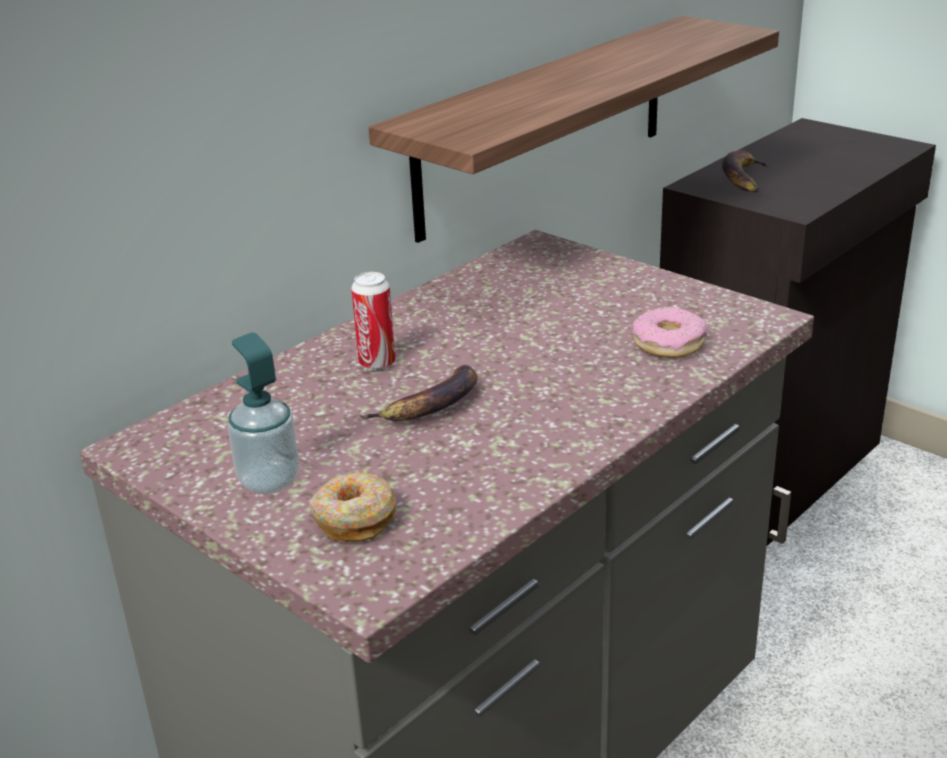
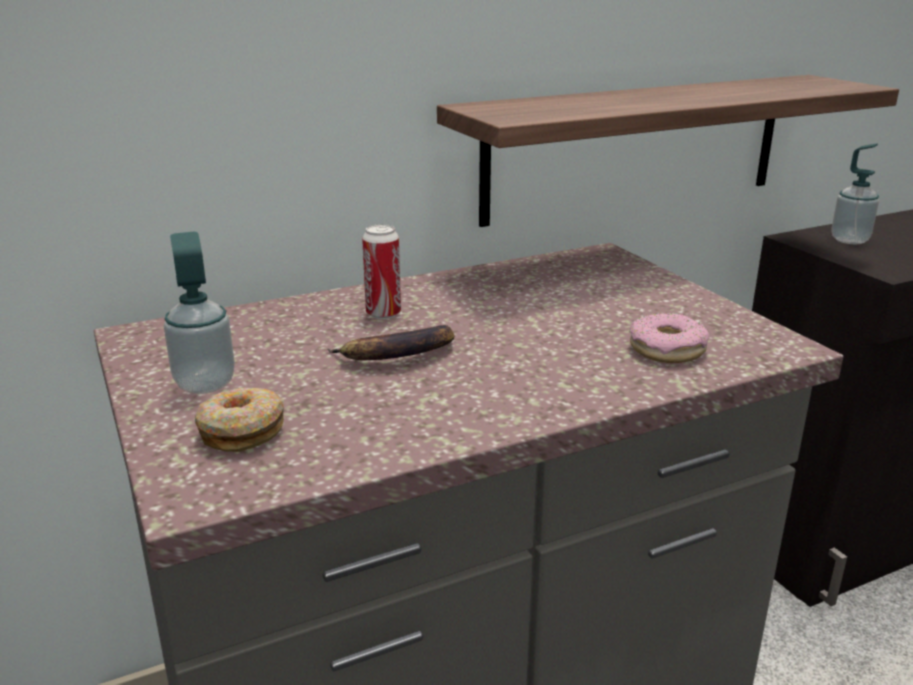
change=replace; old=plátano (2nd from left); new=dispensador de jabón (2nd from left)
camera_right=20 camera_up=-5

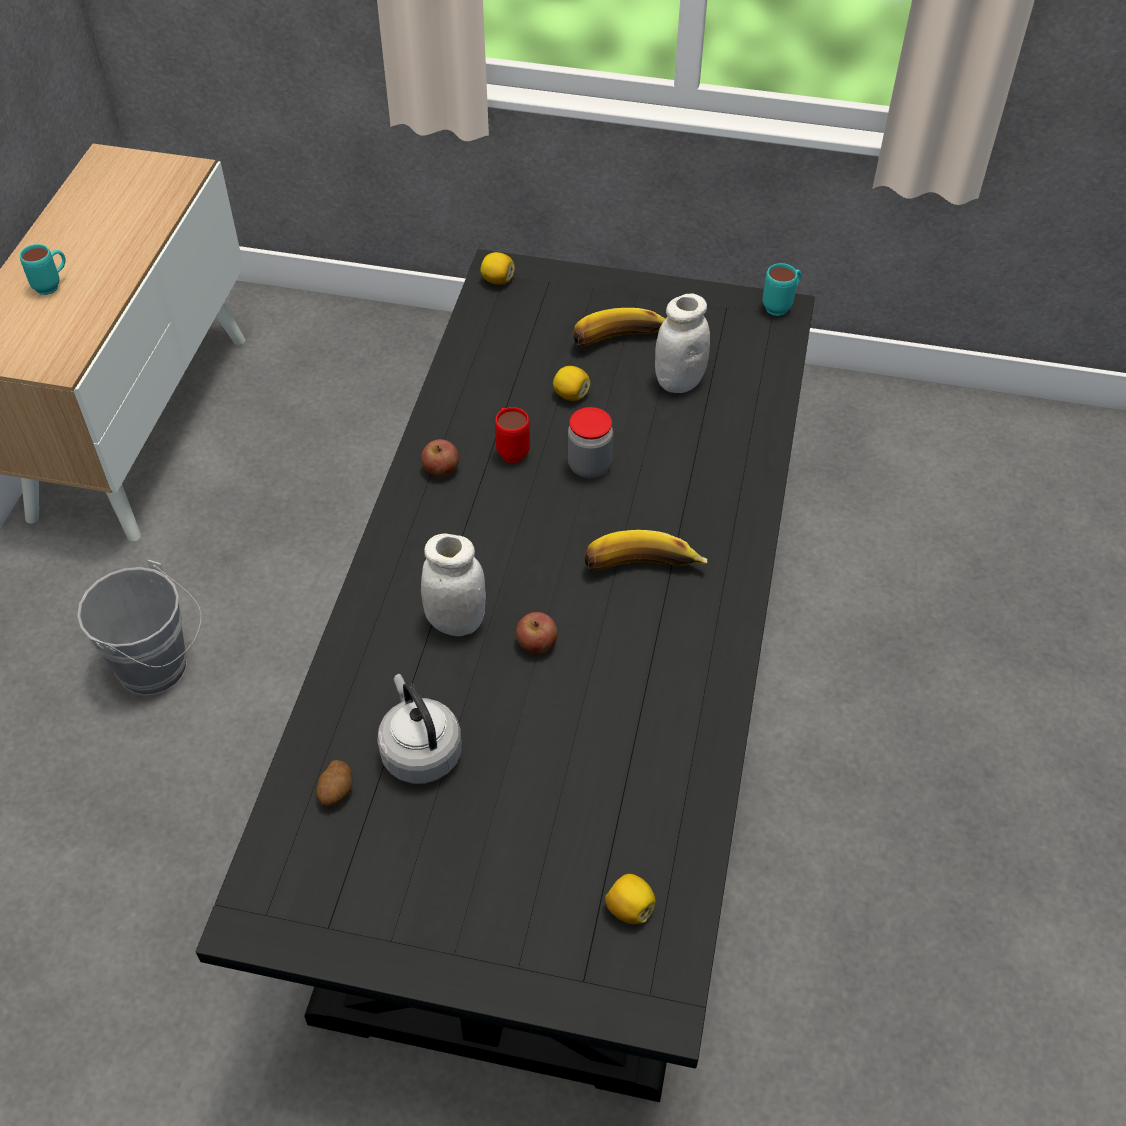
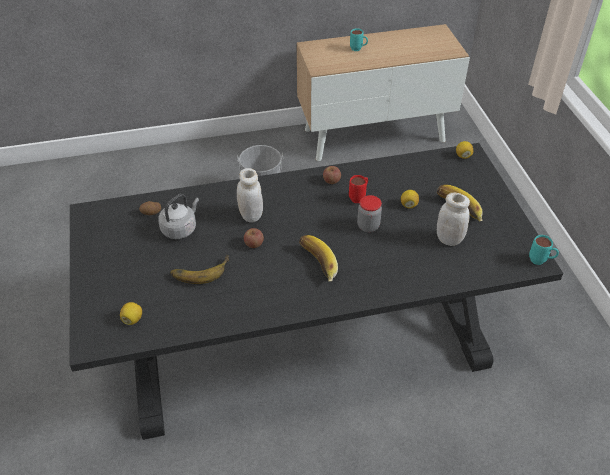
change=insert; new=plátano (1st from left)
camera_right=65 camera_up=-5

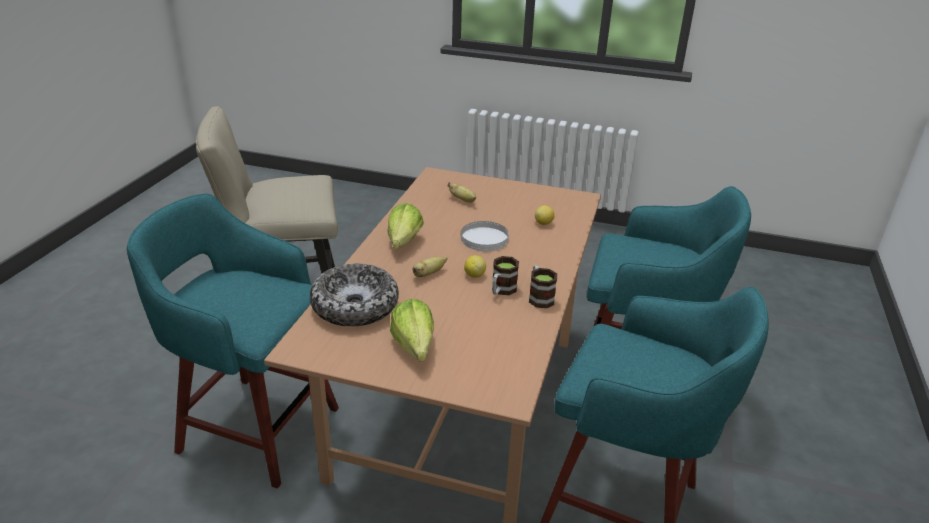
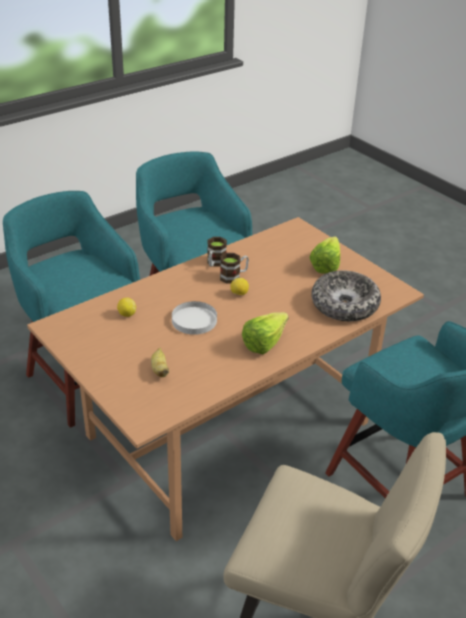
change=delete; old=plátano (1st from left)
camera_right=-145 camera_up=5

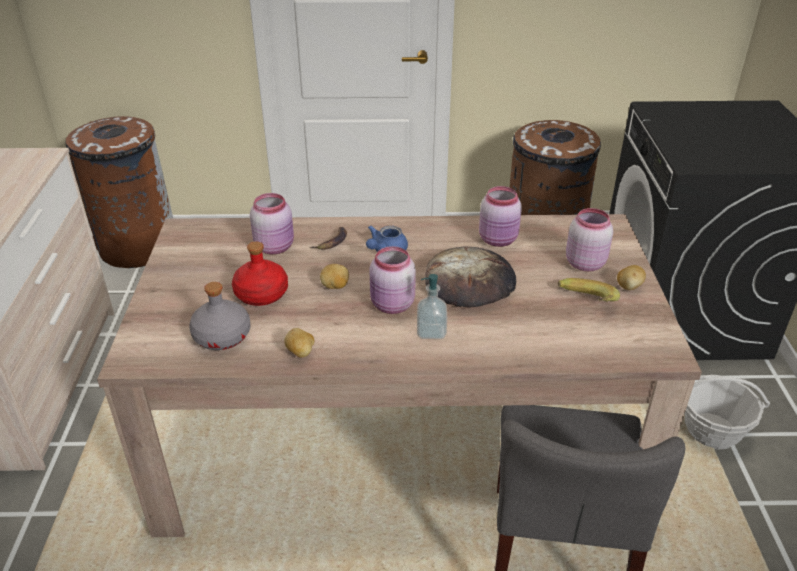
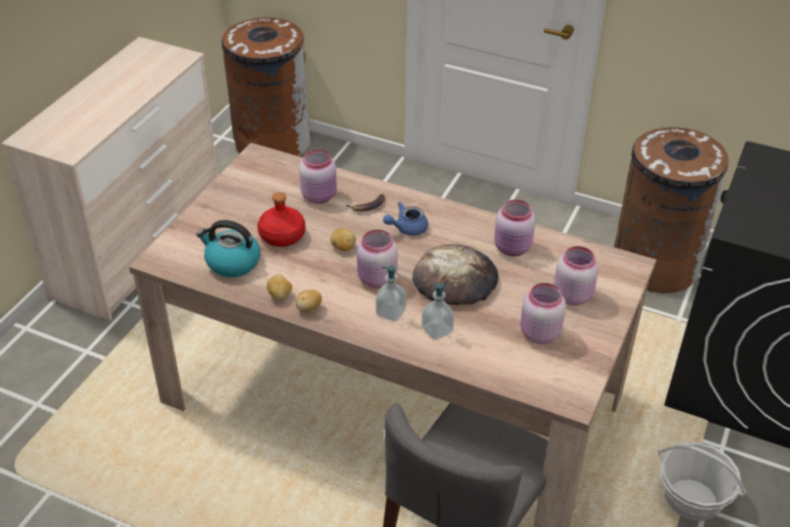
change=replace; old=botella/gris; new=hervidor
change=replace; old=plátano (2nd from left); new=tarro/rosa (4th from left)
change=move; old=patata (3rd from left in the first image); new=patata (2nd from left)
change=insert; new=dispensador de jabón (2nd from left)
camera_right=25 camera_up=5

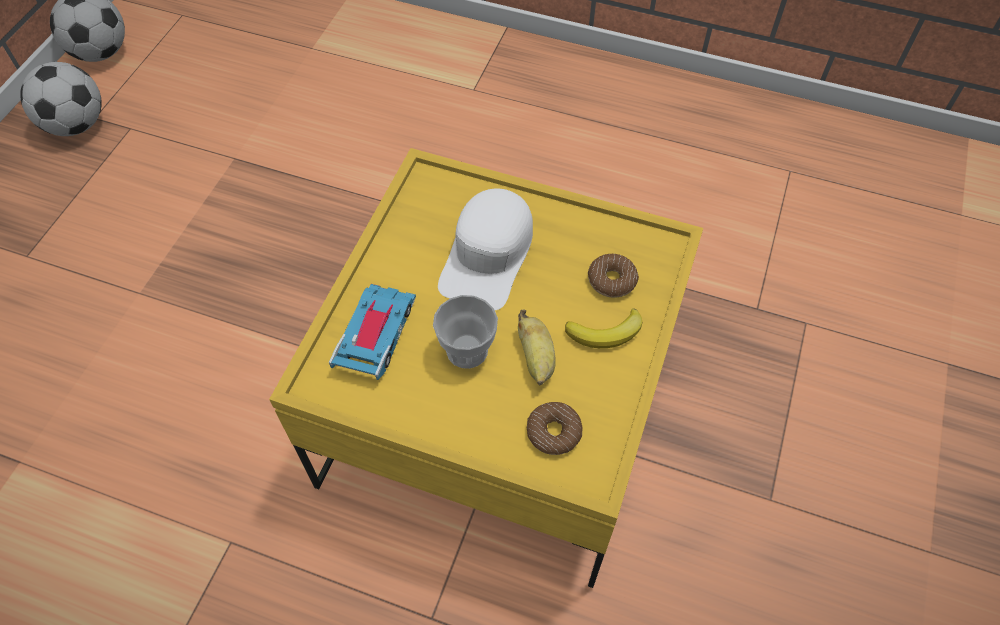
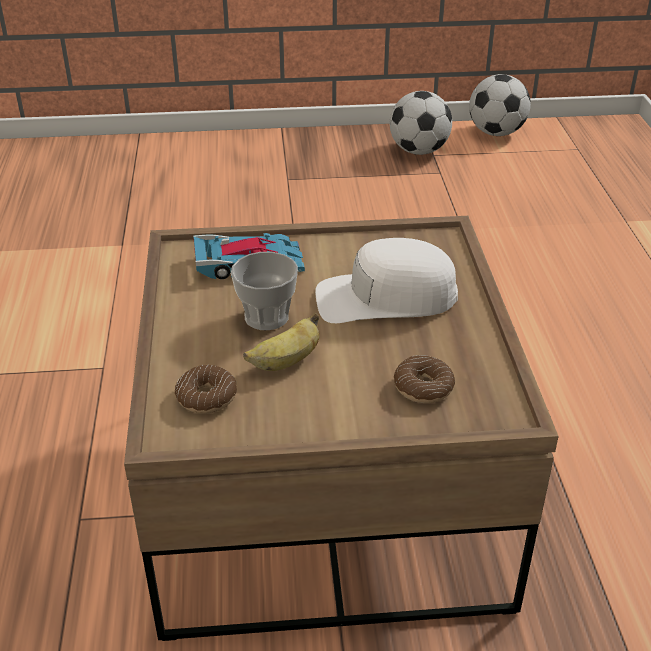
change=recolor; old=mesa de centro/amarillo; new=mesa de centro/marrón
change=delete; old=plátano (2nd from left)
camera_right=65 camera_up=-20

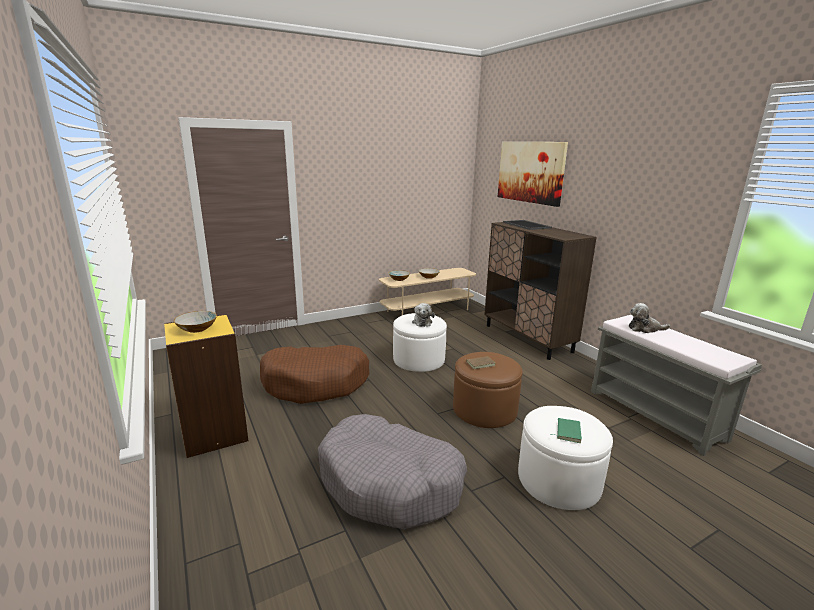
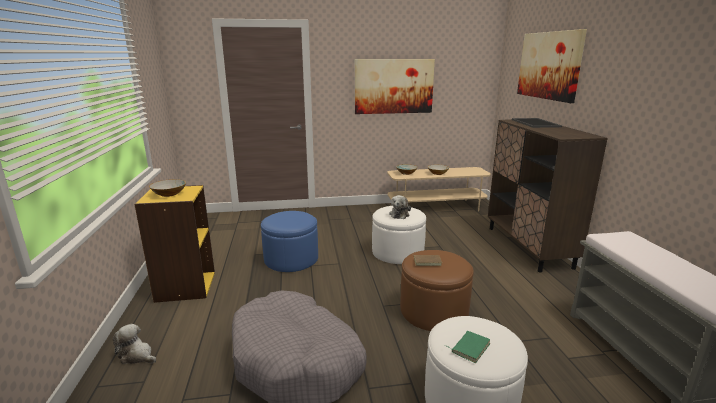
change=replace; old=cama para perro/marrón; new=puf/azul
change=move; old=peluche (2nd from left in the first image); new=peluche (1st from left)
change=insert; new=cuadro (1st from left)
camera_right=20 camera_up=0

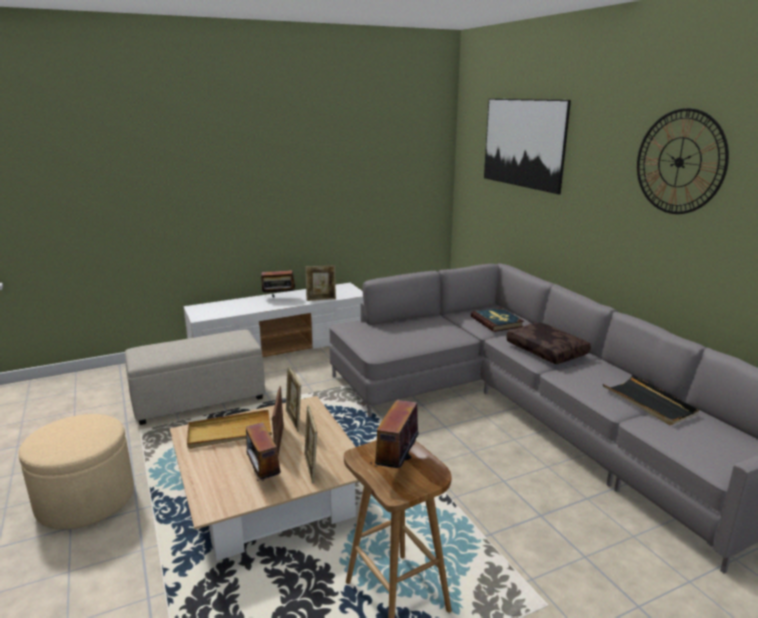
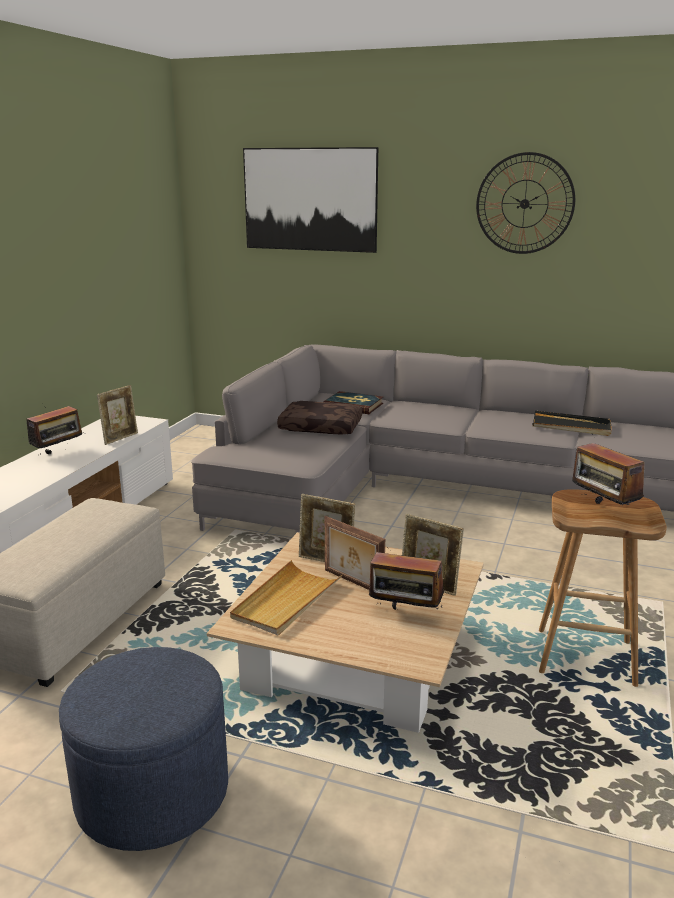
change=recolor; old=puf/beis (1st from left); new=puf/azul
change=move; old=cojín/marrón
camera_right=-45 camera_up=0

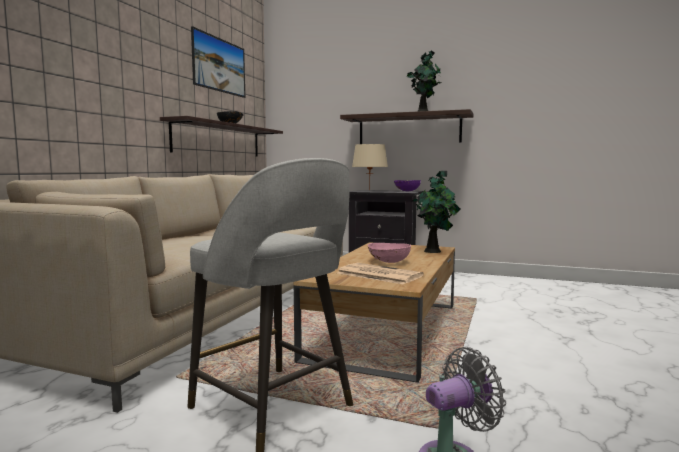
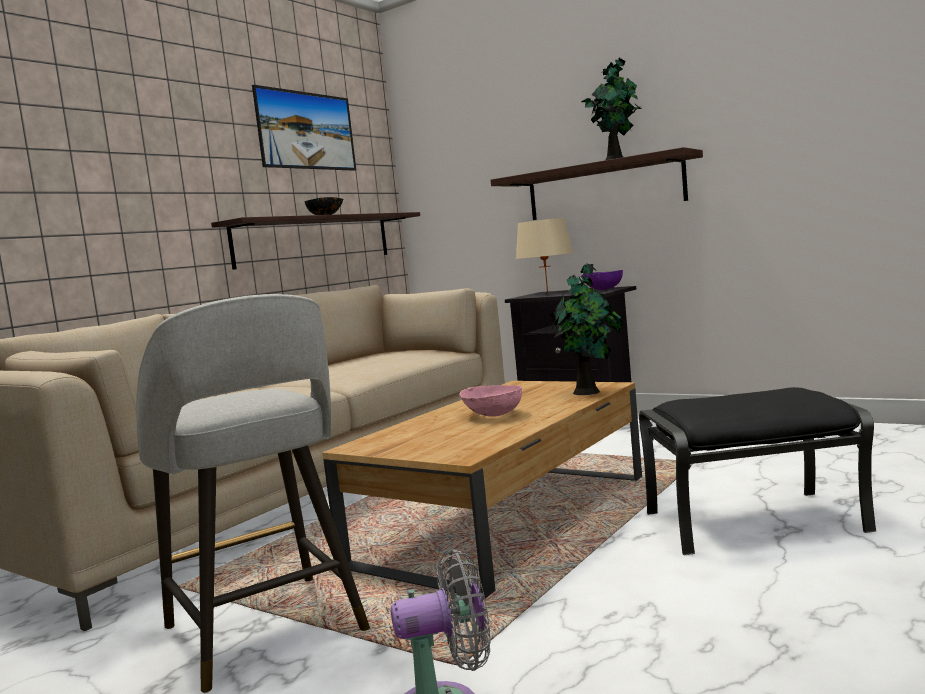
change=delete; old=periódico
change=insert; new=puf/negro
camera_right=15 camera_up=0

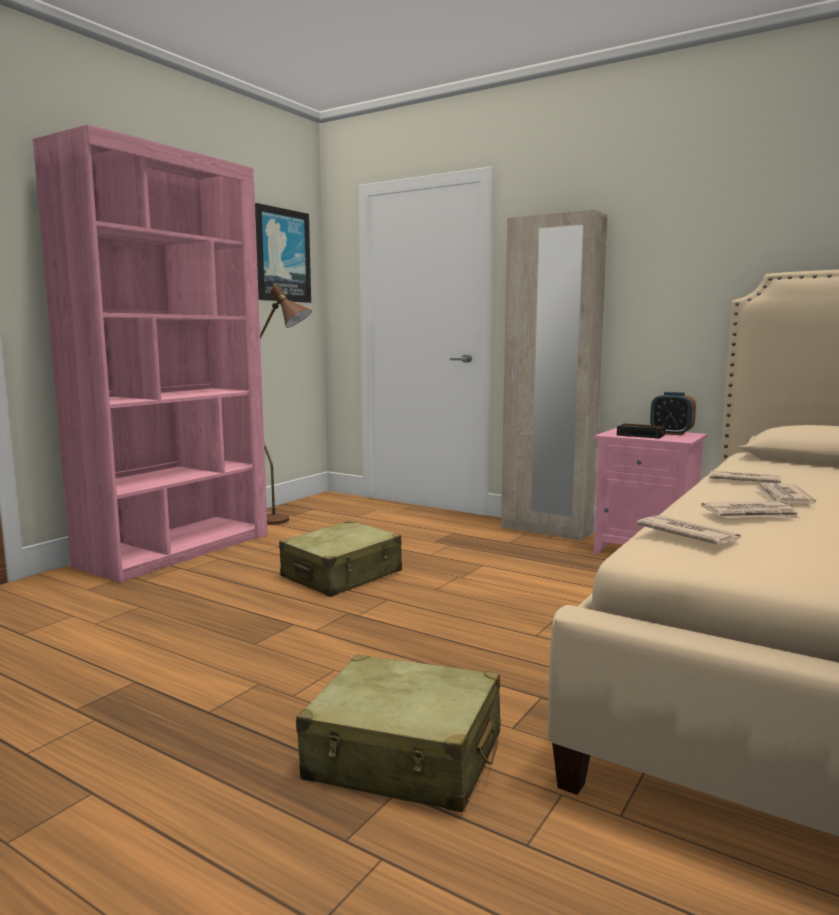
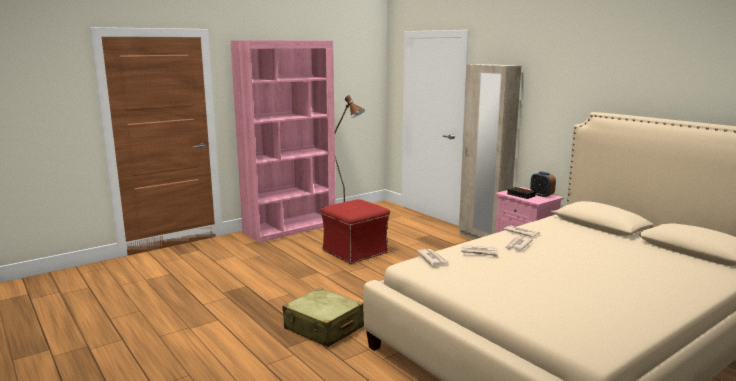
change=delete; old=cuadro
change=replace; old=maleta/beis (1st from left); new=puf/rojo
camera_right=20 camera_up=5

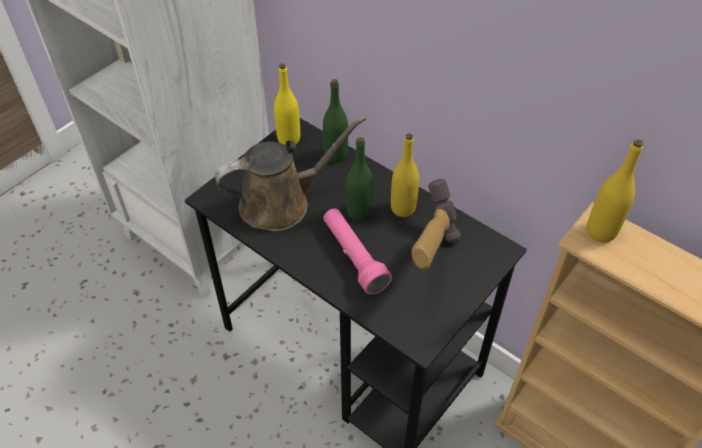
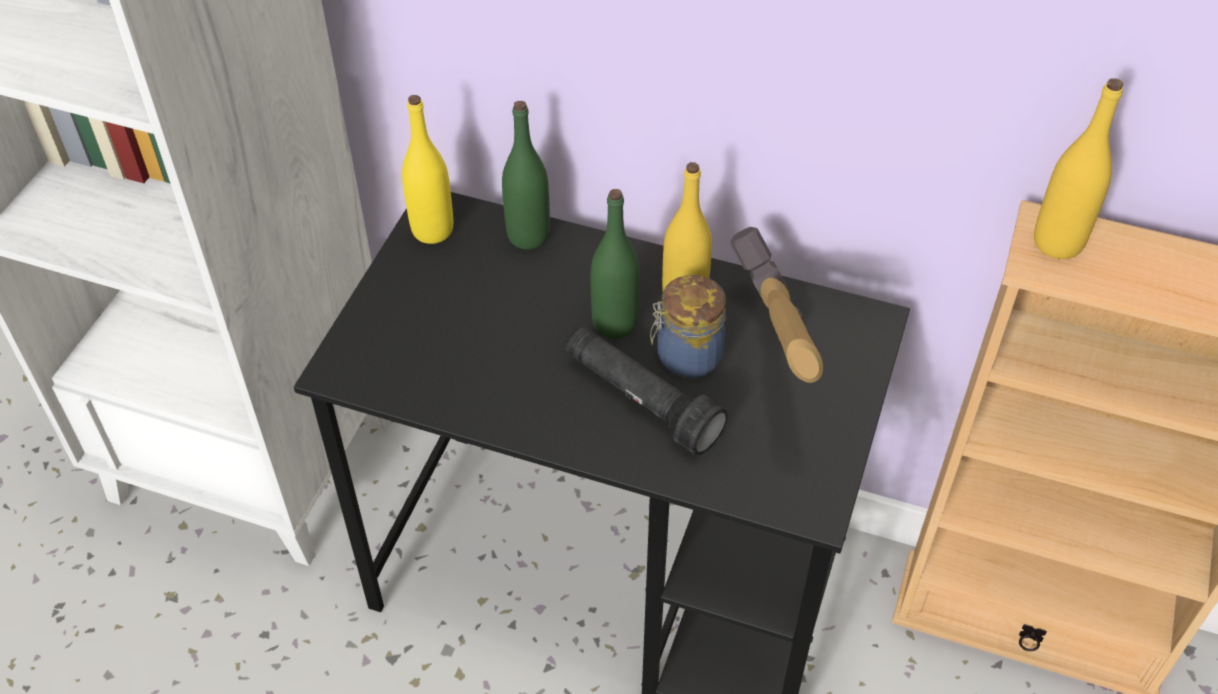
change=delete; old=regadera/marrón
change=recolor; old=linterna/rosa; new=linterna/negro
change=insert; new=tarro
camera_right=-20 camera_up=0

